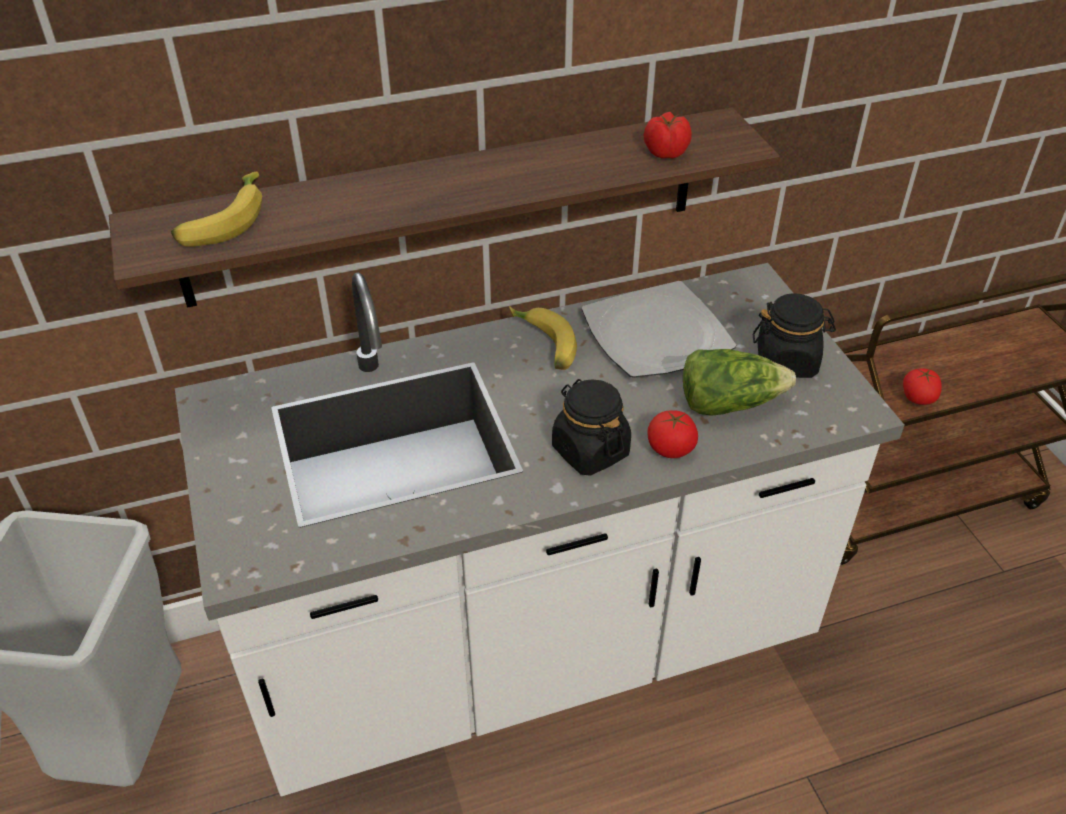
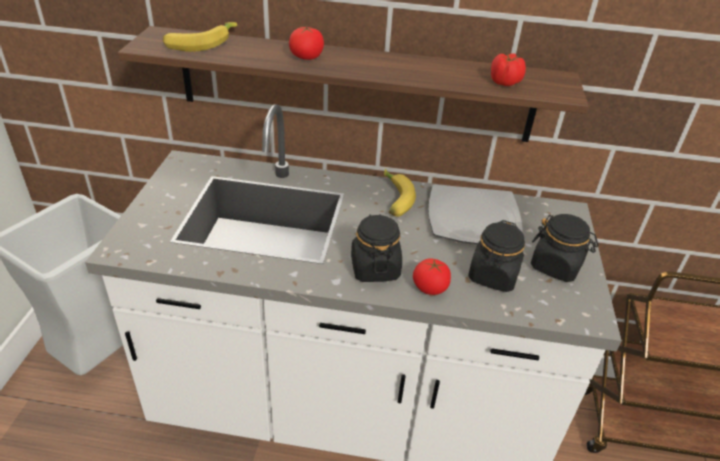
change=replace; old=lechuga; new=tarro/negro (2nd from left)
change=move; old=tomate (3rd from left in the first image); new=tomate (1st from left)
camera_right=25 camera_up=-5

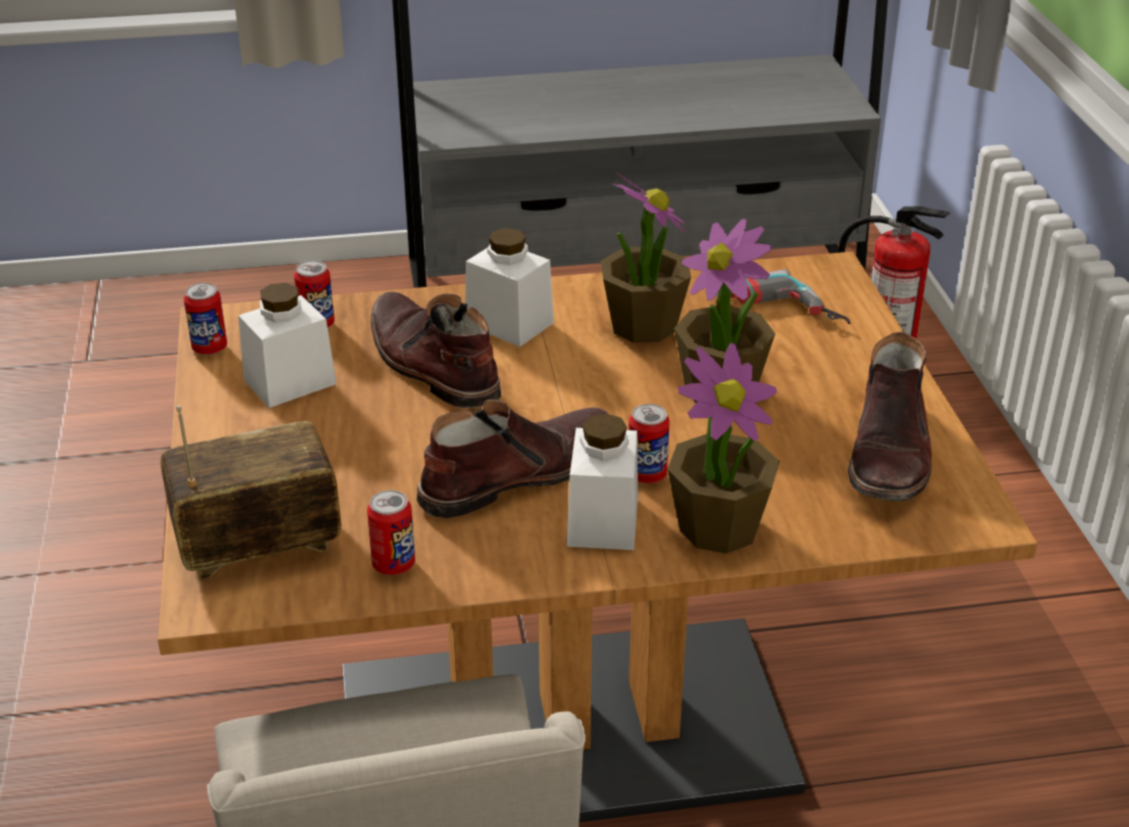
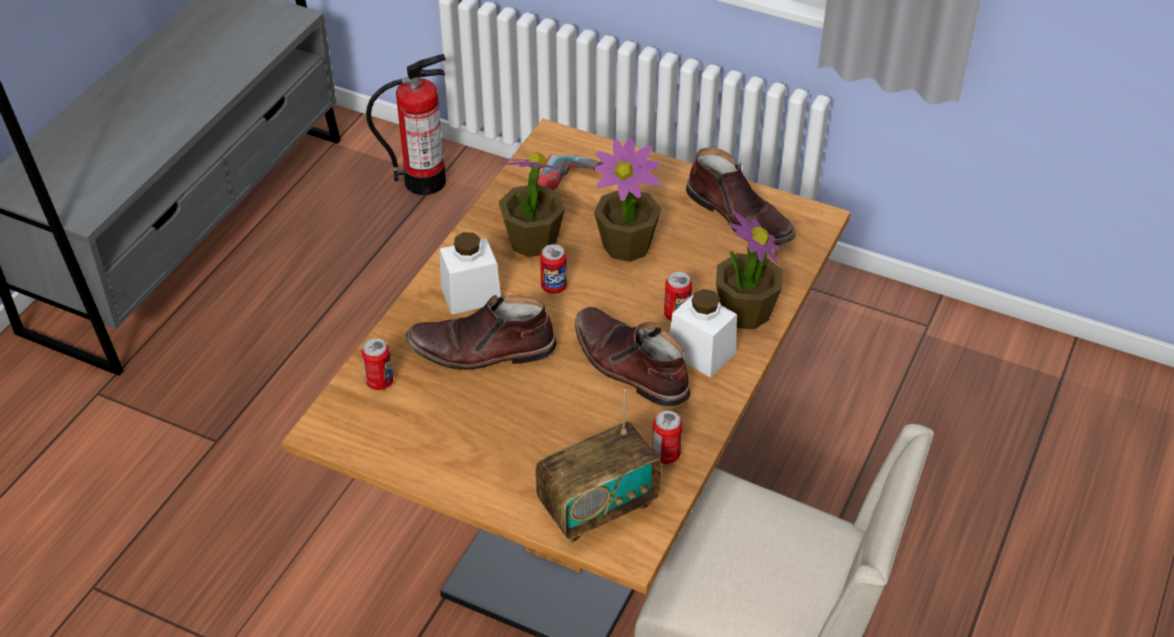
change=rotate; old=radio; degrees=-135
change=move; old=lata (1st from left in the first image); new=lata (2nd from left)
change=delete; old=tarro/blanco (1st from left)
change=rotate; old=bota/marrón (2nd from left); degrees=-45
camera_right=-55 camera_up=10

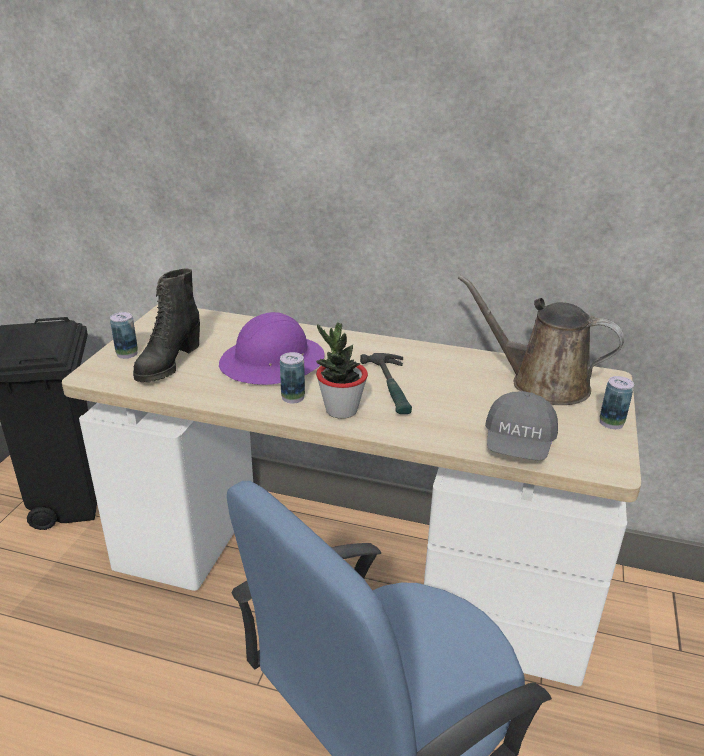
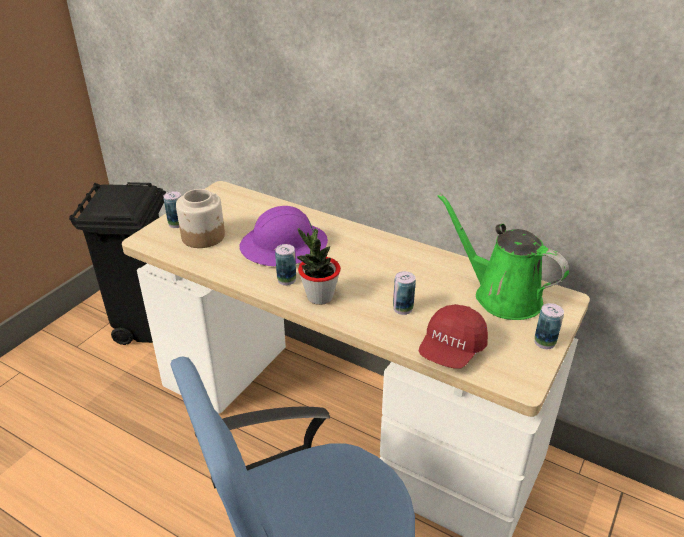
change=replace; old=bota/negro; new=tarro
change=delete; old=martillo
change=recolor; old=regadera/marrón; new=regadera/verde
change=recolor; old=gorra/gris; new=gorra/rojo
change=insert; new=lata (3rd from left)
camera_right=15 camera_up=5

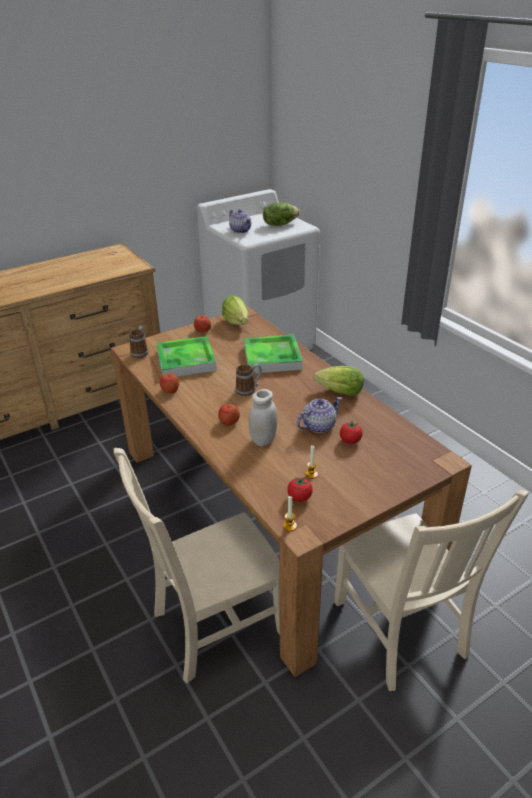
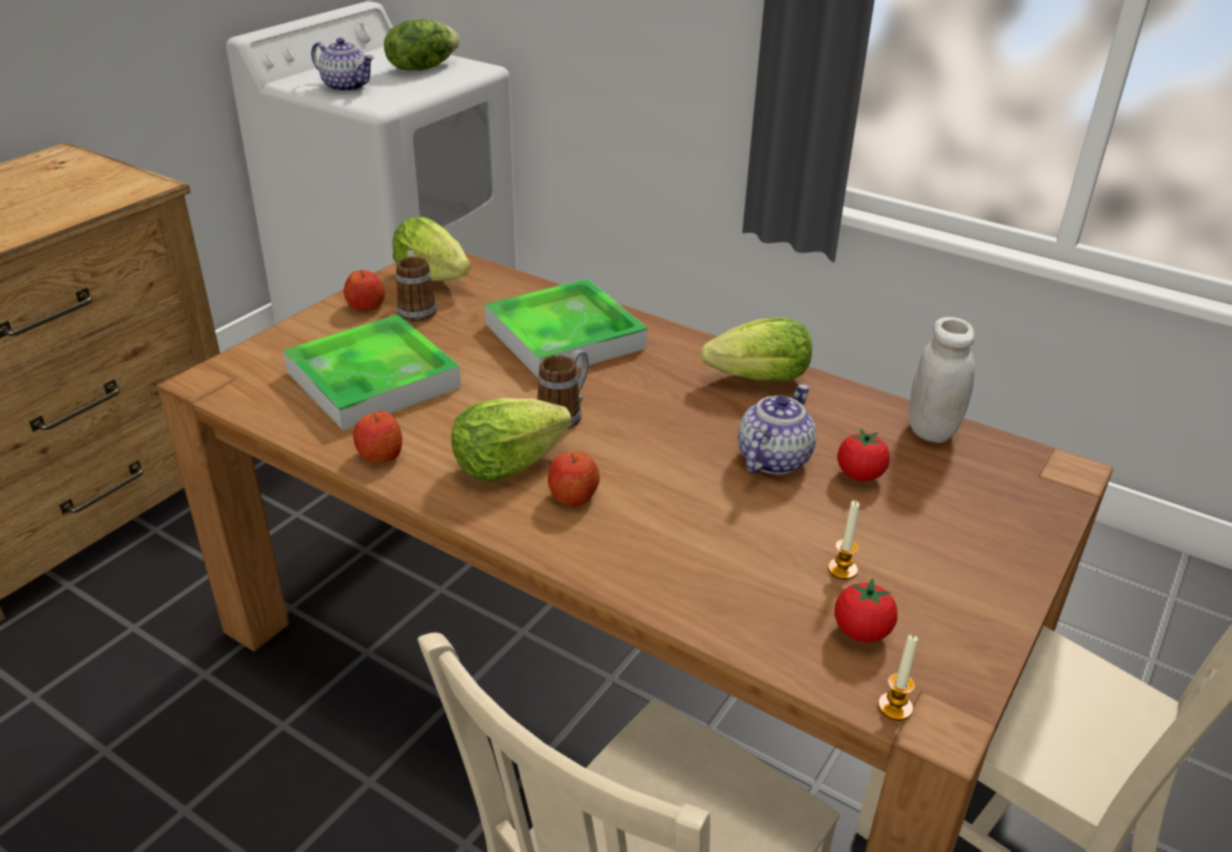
change=move; old=taza grande (1st from left)
change=move; old=tarro/blanco
change=insert; new=lechuga (3rd from left)
camera_right=-25 camera_up=0

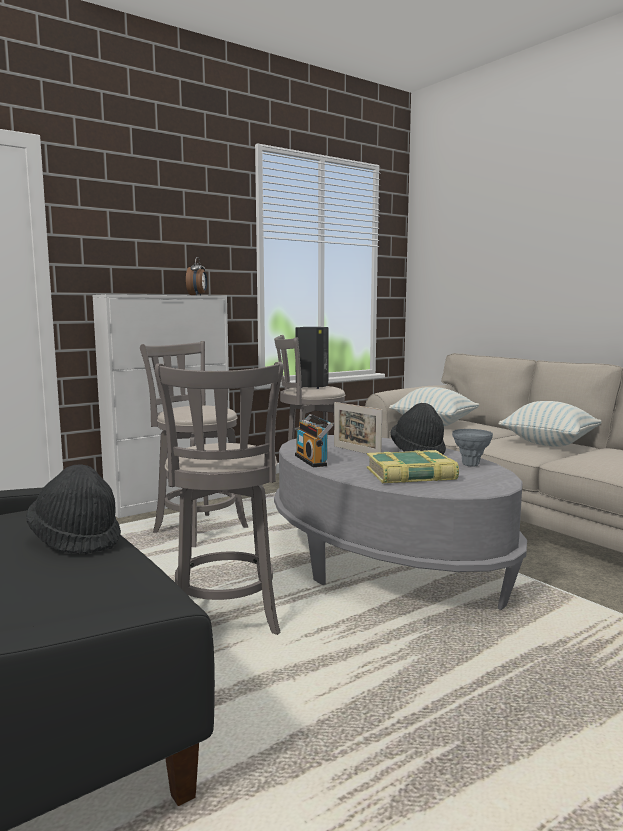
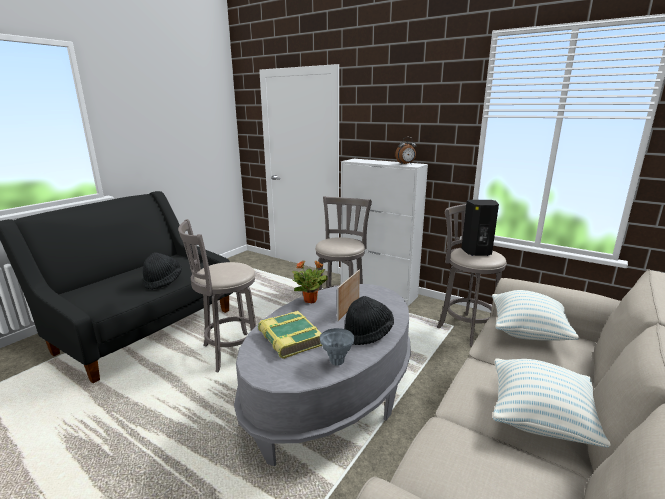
change=replace; old=radio; new=planta en maceta
camera_right=70 camera_up=10

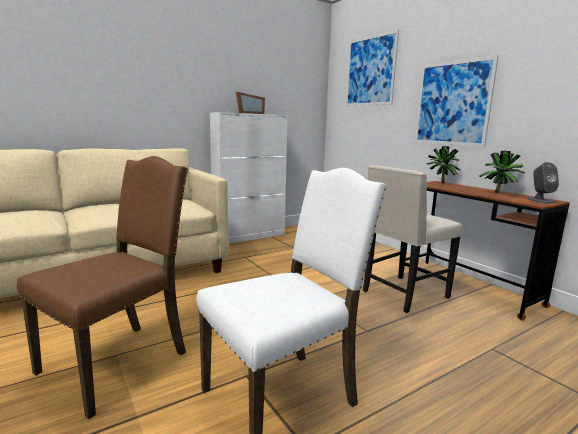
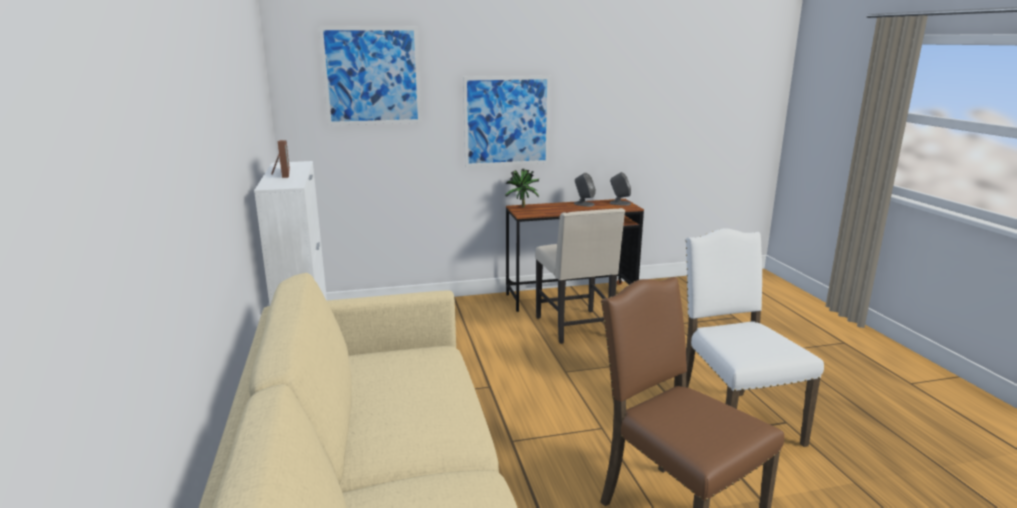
change=replace; old=planta en maceta (2nd from left); new=altavoz/gris (1st from left)
camera_right=-70 camera_up=5

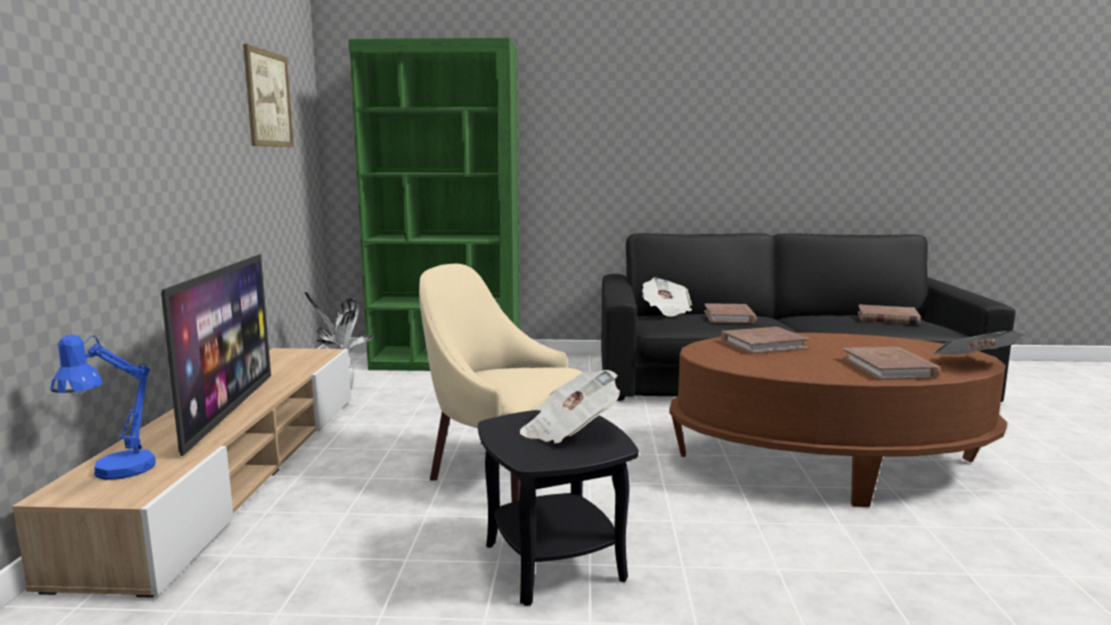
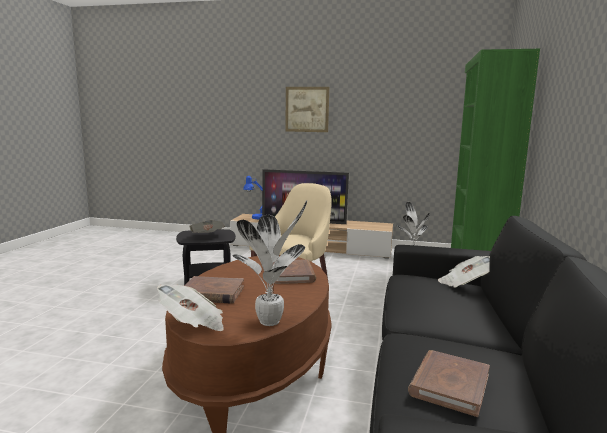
change=move; old=cuadro
change=delete; old=libro/marrón (1st from left)
change=insert; new=planta en maceta (1st from left)
camera_right=100 camera_up=0

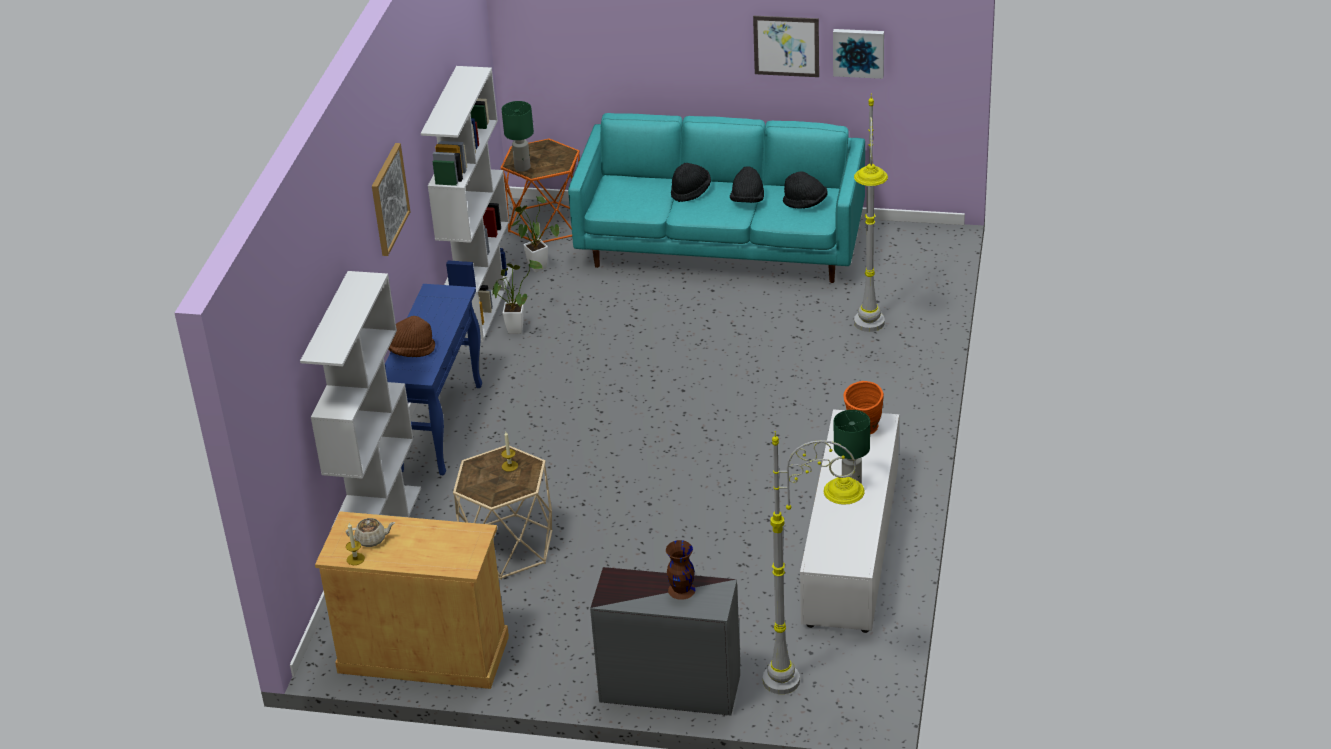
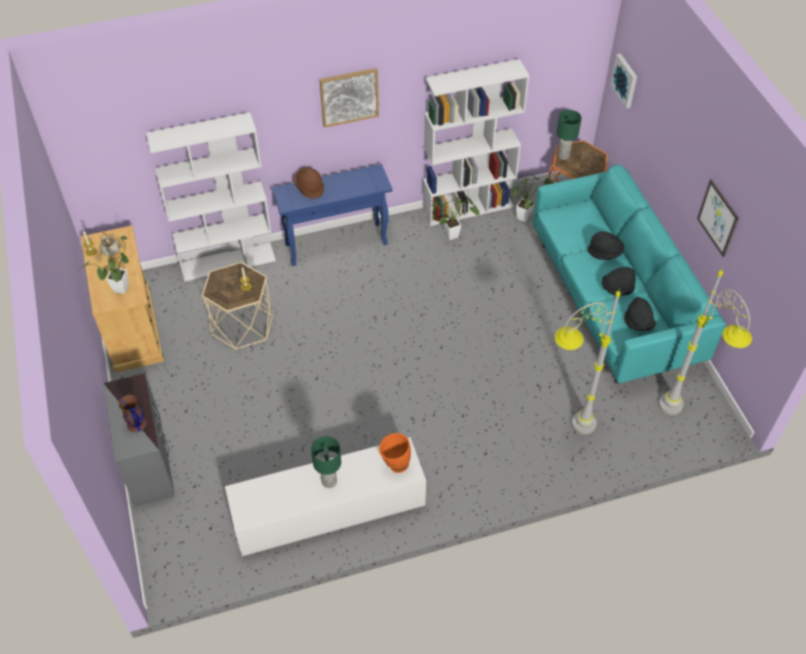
change=move; old=lámpara de pie/gris (1st from left in the first image); new=lámpara de pie/gris (2nd from left)
change=move; old=cuadro (3rd from left in the first image); new=cuadro (2nd from left)
change=insert; new=planta en maceta (1st from left)
camera_right=60 camera_up=15

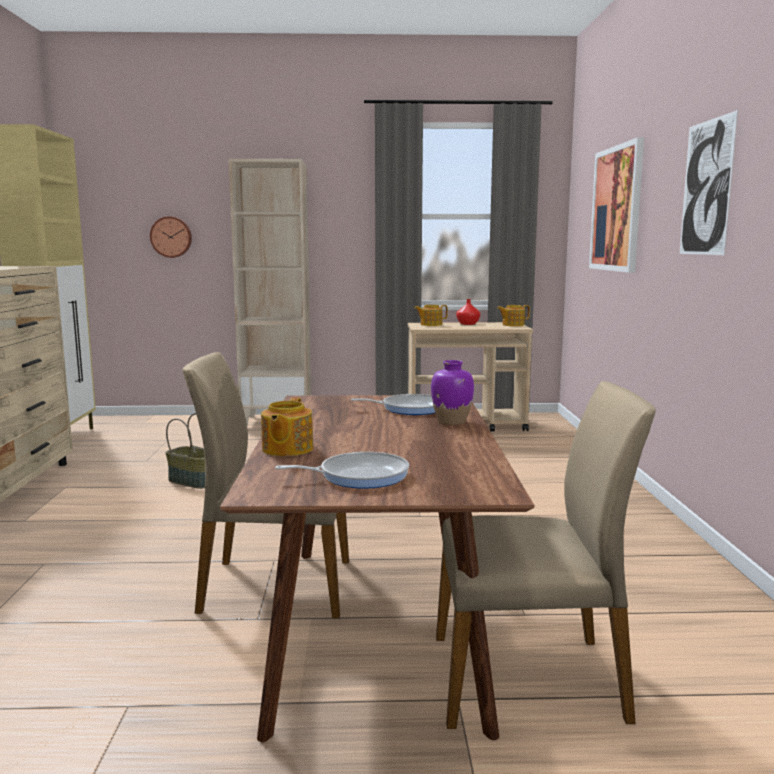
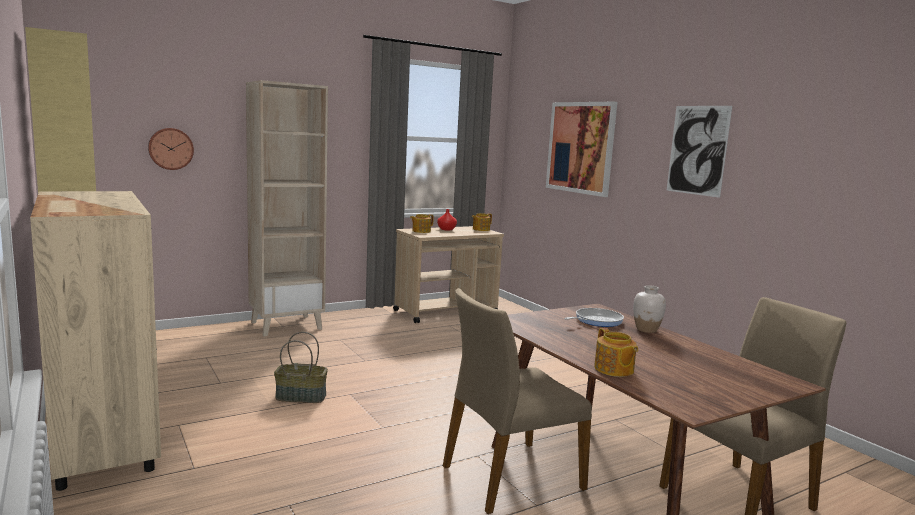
change=delete; old=sartén (1st from left)
change=recolor; old=florero/morado; new=florero/blanco
camera_right=-30 camera_up=0

